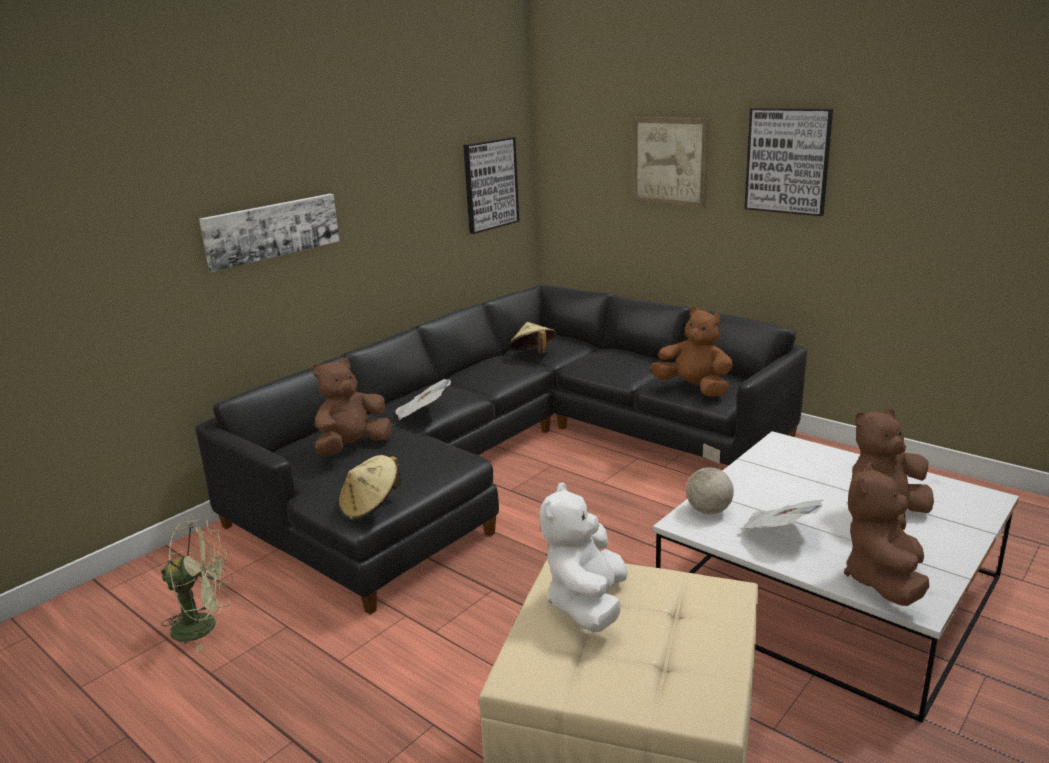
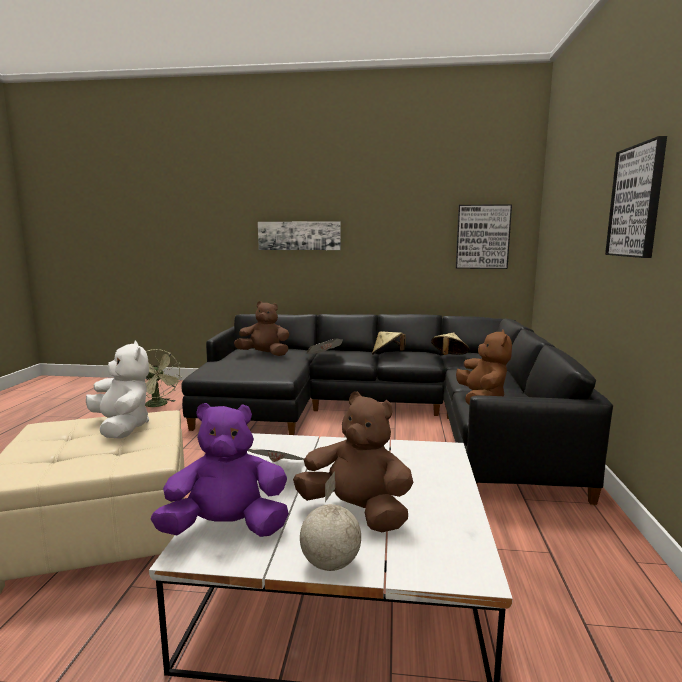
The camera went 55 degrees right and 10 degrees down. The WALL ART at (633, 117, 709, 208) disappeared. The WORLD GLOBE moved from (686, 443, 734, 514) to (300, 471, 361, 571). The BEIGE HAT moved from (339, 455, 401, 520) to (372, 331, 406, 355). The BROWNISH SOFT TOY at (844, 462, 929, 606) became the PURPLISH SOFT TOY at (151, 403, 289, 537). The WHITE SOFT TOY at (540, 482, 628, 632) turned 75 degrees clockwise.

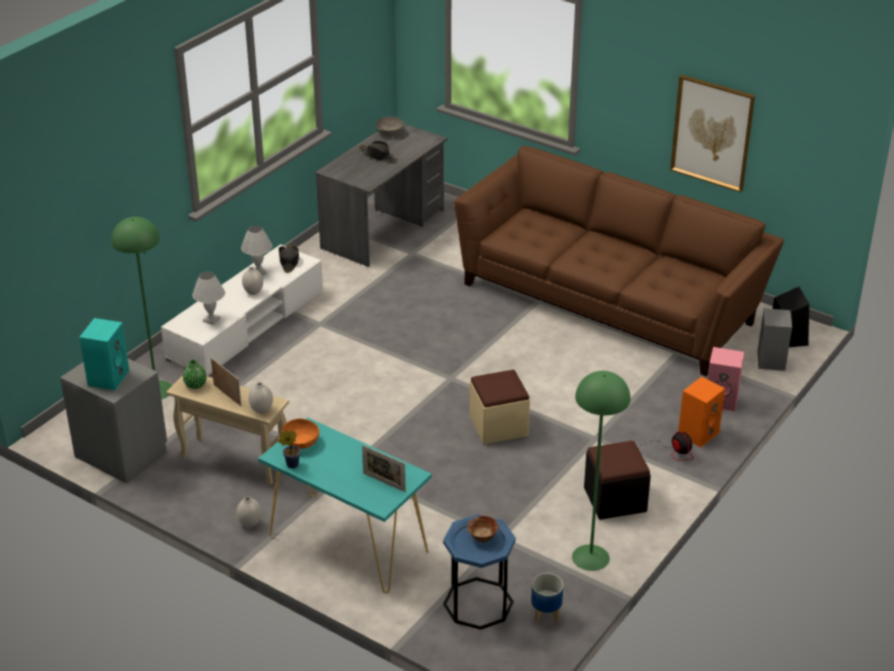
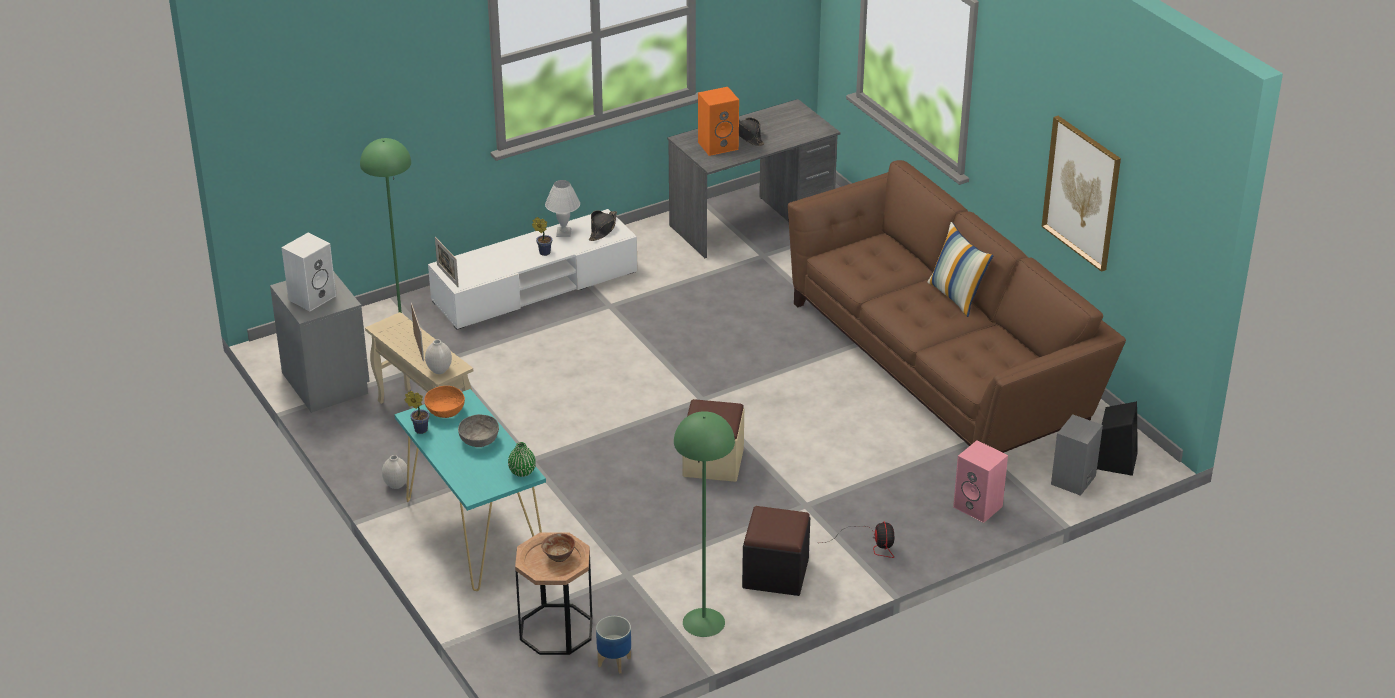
The camera went 25 degrees right and 0 degrees up. The GREYISH DEEP DISH moved from (376, 117, 404, 137) to (458, 414, 499, 447). The WHITE VASE at (242, 267, 263, 295) was replaced by the PLANT IN A POT at (532, 217, 552, 256). The WHITE TABLE LAMP at (192, 272, 225, 325) disappeared. The BLUE-GREEN SPEAKER at (79, 318, 129, 390) became the WHITE SPEAKER at (281, 232, 336, 311). The GREEN-COLOURED VASE moved from (183, 360, 207, 389) to (508, 442, 536, 477). The ORANGE SPEAKER moved from (678, 377, 725, 447) to (698, 87, 739, 156). The PICTURE FRAME moved from (362, 445, 406, 492) to (435, 237, 459, 287). The BLUE-COLOURED SIDE TABLE at (443, 514, 516, 630) became the BROWNISH SIDE TABLE at (515, 533, 593, 655). The PILLOW at (927, 222, 993, 317) appeared.

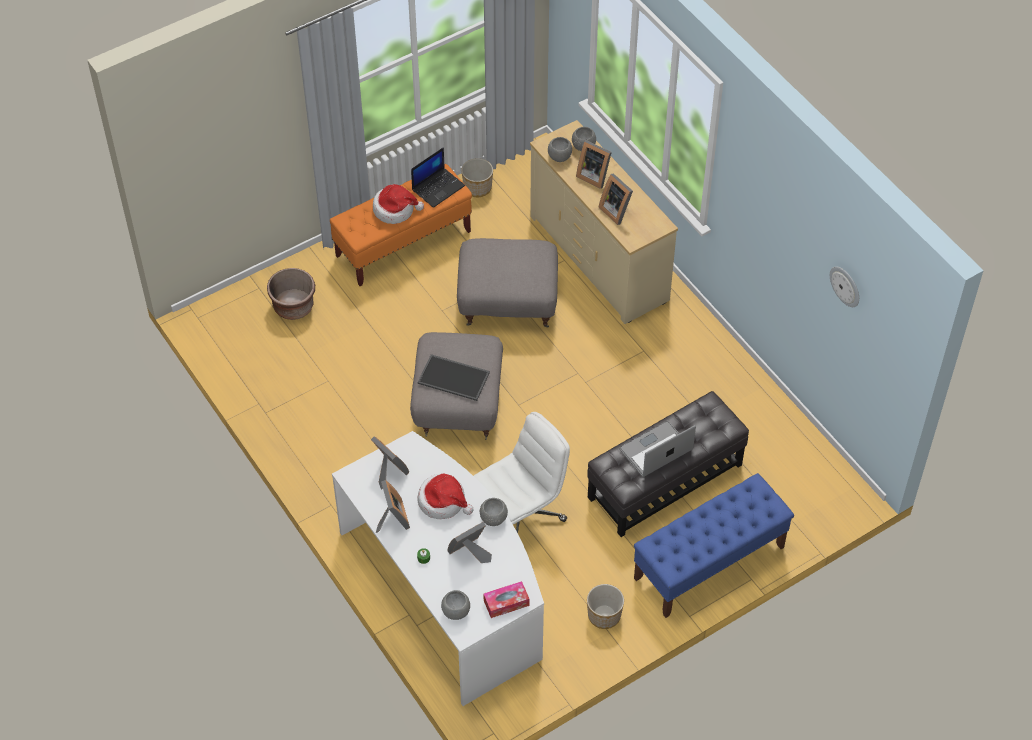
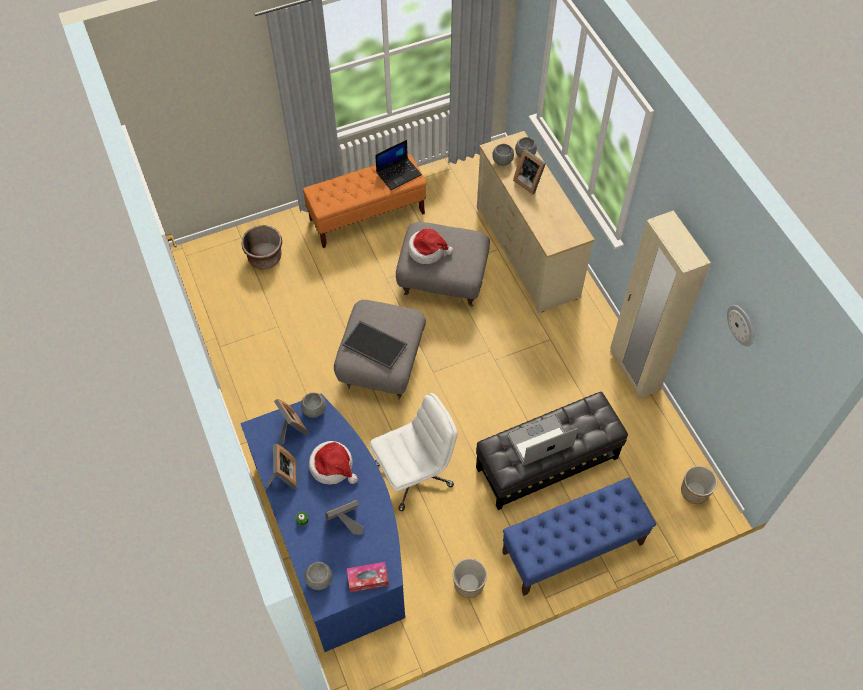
The camera went 10 degrees right and 5 degrees up. The PLANTER moved from (461, 158, 493, 197) to (681, 466, 717, 504). The PICTURE FRAME at (599, 173, 633, 225) disappeared. The HAT moved from (373, 184, 424, 224) to (408, 229, 453, 264). The WHITE DESK TABLE at (332, 431, 544, 706) became the BLUE-COLOURED DESK TABLE at (240, 393, 405, 652). The GREYISH DEEP DISH moved from (480, 498, 508, 526) to (301, 393, 326, 418). The BEIGE CLOTHES CUPBOARD at (610, 210, 711, 399) appeared.

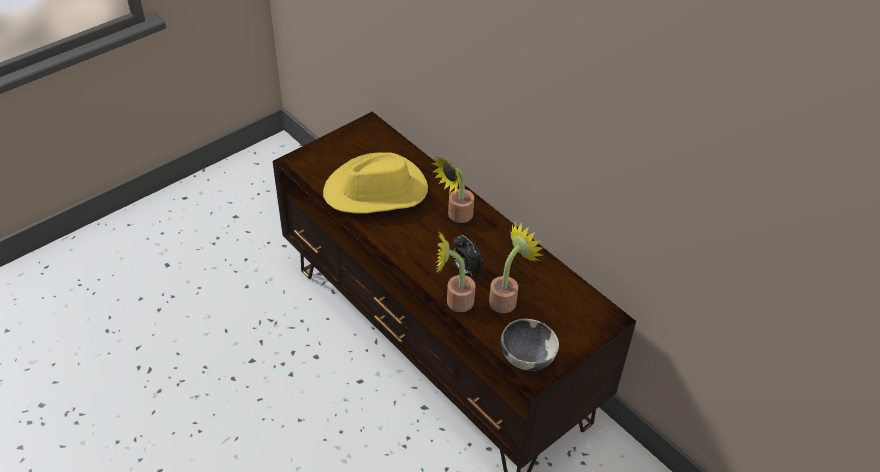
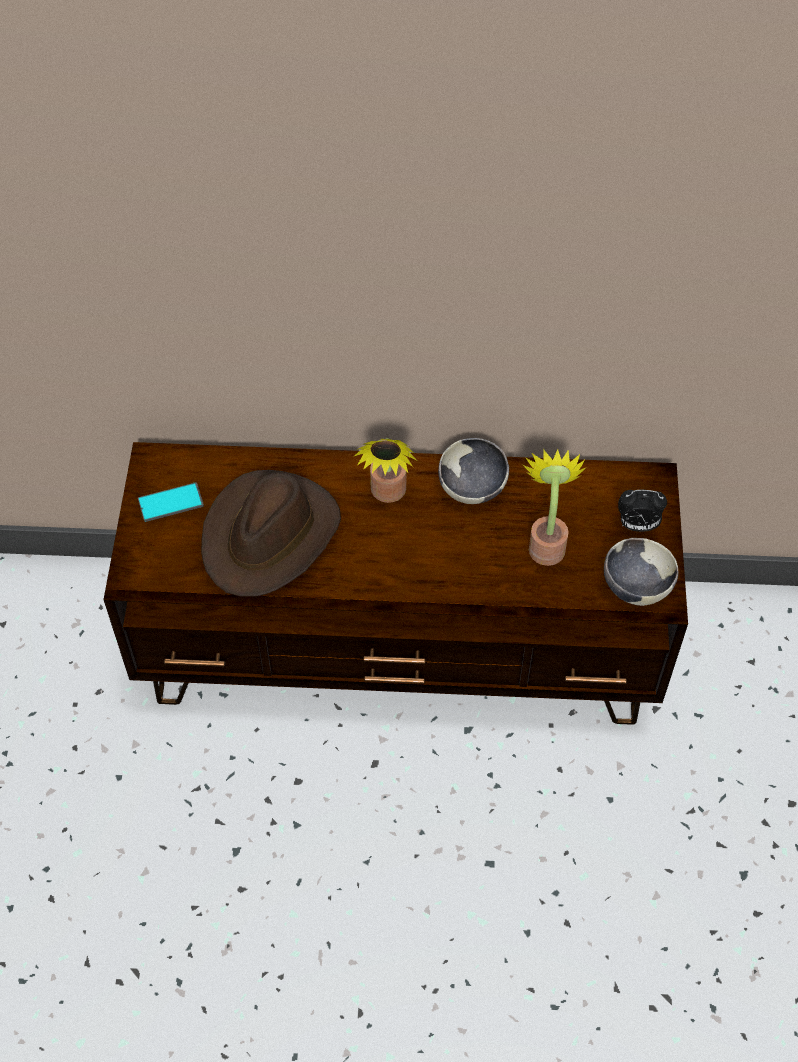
The camera went 45 degrees left and 10 degrees up. The YELLOW-COLOURED HAT at (323, 152, 428, 214) became the BROWNISH HAT at (201, 470, 341, 596). The PLANT IN A POT at (435, 231, 475, 312) disappeared. The ALARM CLOCK moved from (452, 235, 483, 276) to (618, 489, 667, 532). The DEEP DISH at (438, 438, 509, 504) appeared. The TELEPHONE at (138, 482, 204, 522) appeared.

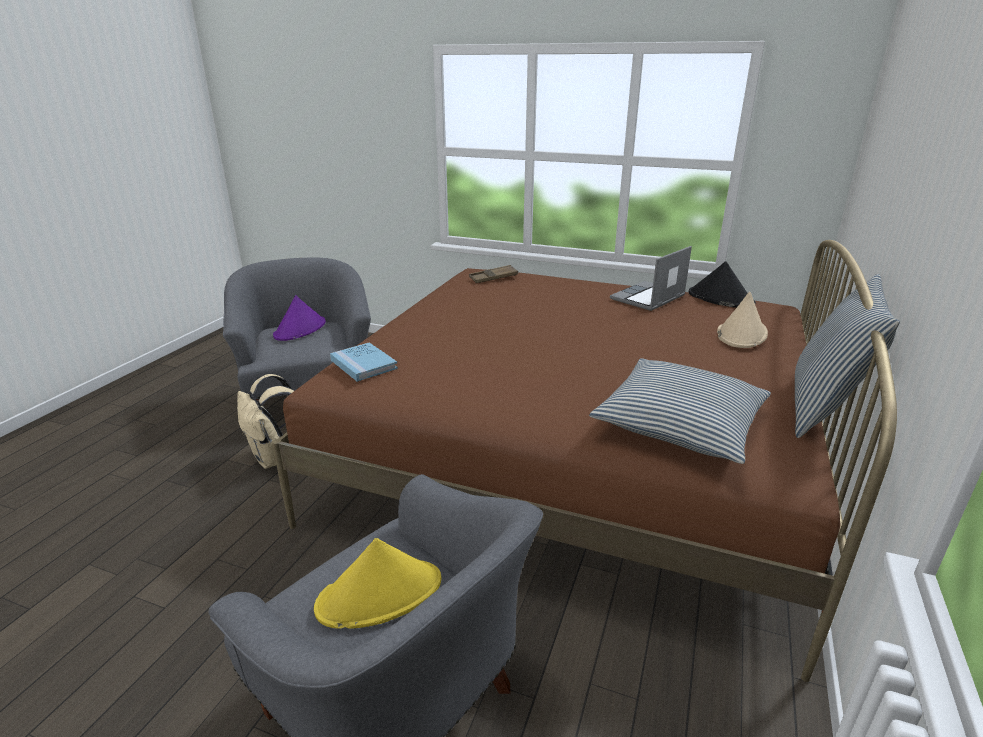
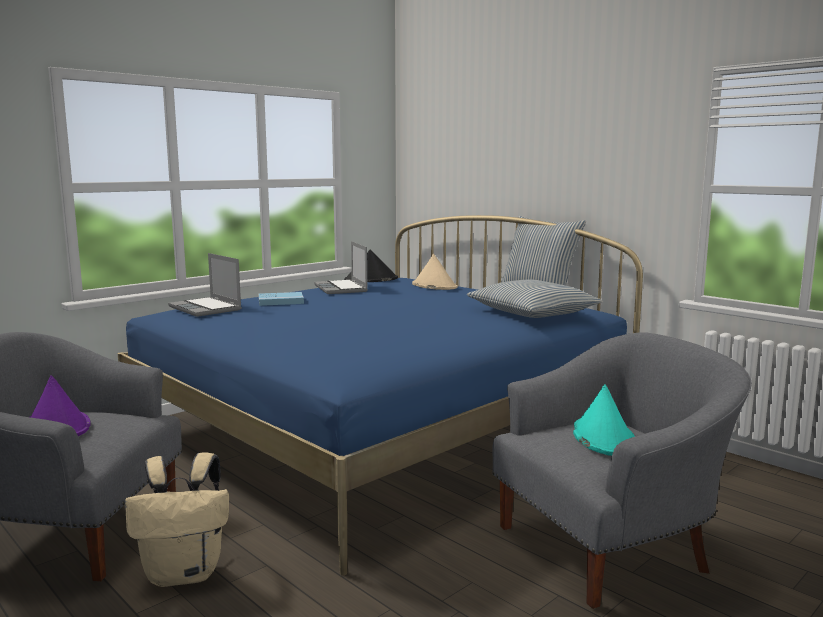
The camera went 65 degrees left and 15 degrees down. The BROWNISH BED at (272, 240, 897, 682) became the BLUE-COLOURED BED at (118, 215, 643, 576). The BROWNISH CARRYING TRAY at (469, 265, 518, 283) was replaced by the PORTABLE COMPUTER at (168, 253, 242, 317). The BLUE-COLOURED BOOK moved from (330, 342, 398, 382) to (259, 292, 304, 306). The YELLOW-COLOURED HAT at (314, 538, 441, 629) became the BLUE-GREEN HAT at (573, 384, 635, 456).

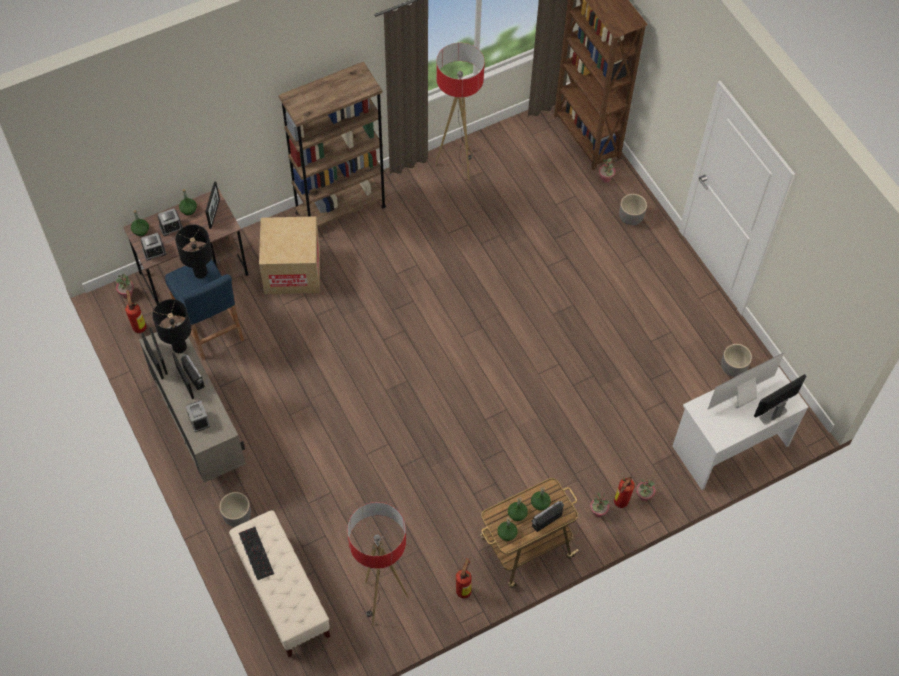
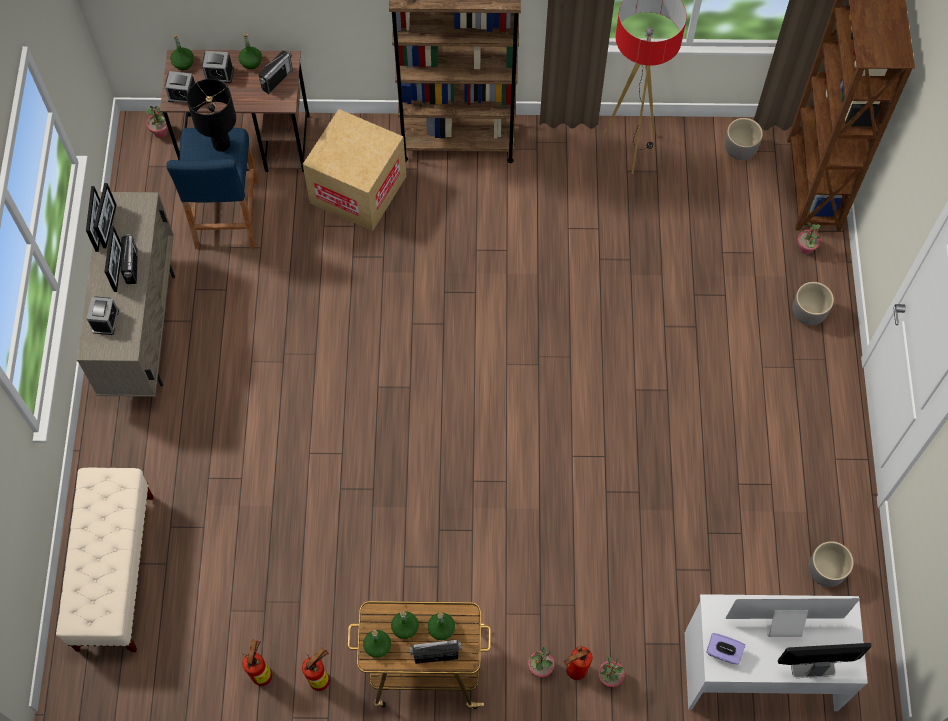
The camera went 30 degrees right and 5 degrees up. The PICTURE FRAME at (205, 182, 220, 229) was replaced by the RADIO SET at (259, 51, 293, 94). The FIRE-FIGHTING CYLINDER moved from (124, 290, 147, 333) to (242, 640, 272, 686). The BLACKISH TABLE LAMP at (152, 299, 192, 353) disappeared. The GREYISH PLANTER moved from (219, 492, 251, 527) to (725, 118, 763, 160). The STANDARD LAMP at (347, 502, 408, 625) disappeared. The KEYBOARD at (239, 527, 274, 580) disappeared. The PURPLISH TISSUE BOX at (707, 633, 745, 665) appeared.

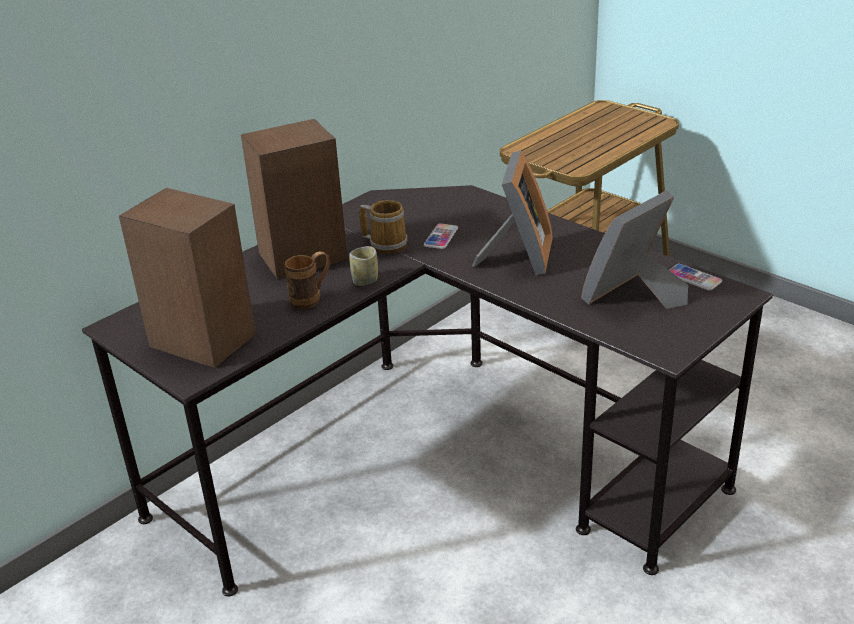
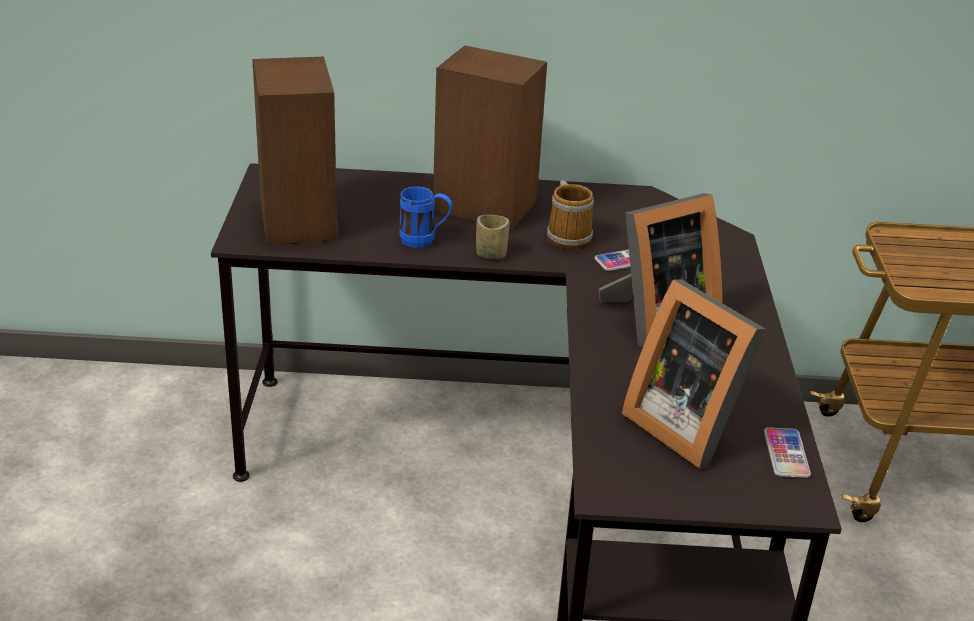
The camera went 45 degrees right and 0 degrees up. The PICTURE FRAME at (581, 190, 688, 309) turned 135 degrees counterclockwise. The BROWNISH COFFEE MUG at (285, 251, 330, 309) became the BLUE-COLOURED COFFEE MUG at (400, 187, 453, 248).

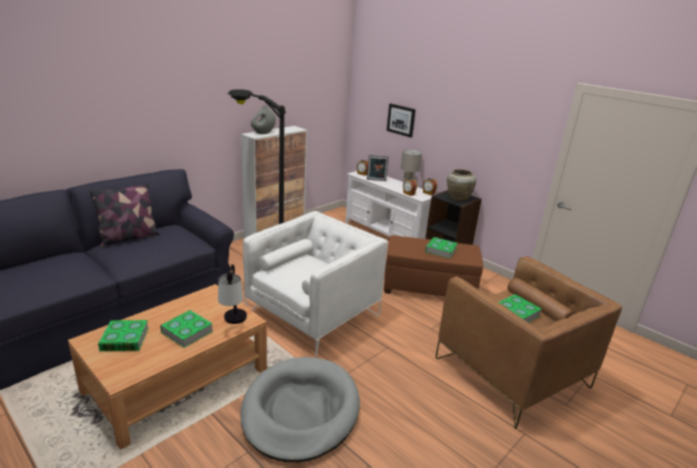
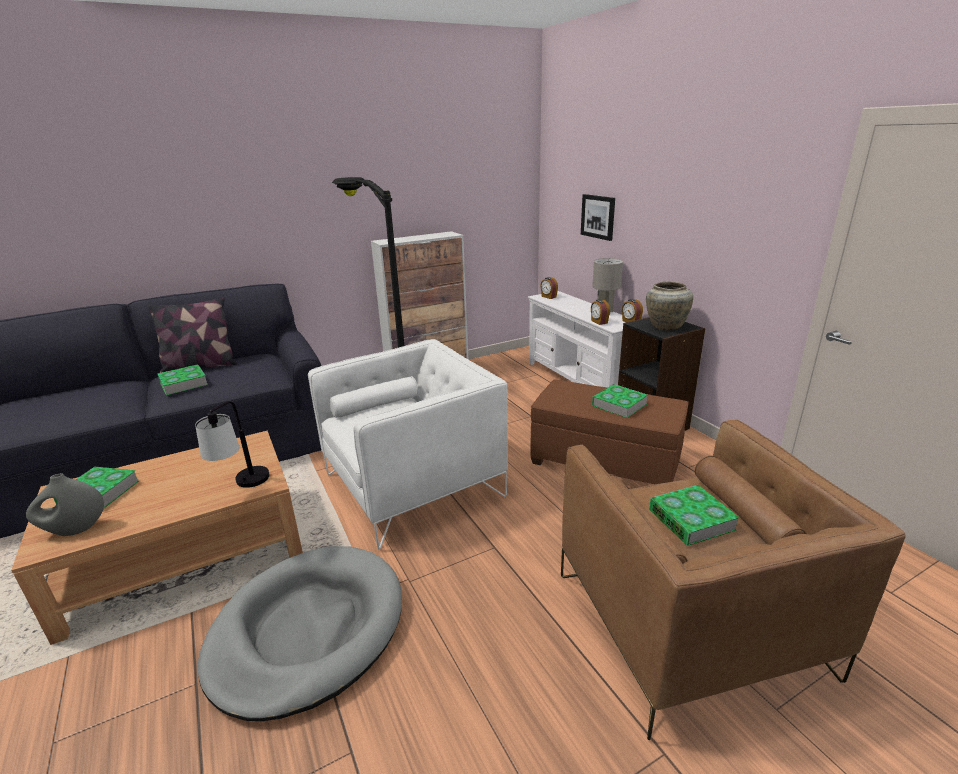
The camera went 20 degrees right and 0 degrees up. The GREYISH VASE moved from (251, 105, 276, 134) to (26, 473, 104, 536). The PICTURE FRAME at (367, 155, 389, 181) disappeared. The BOOK moved from (160, 310, 213, 348) to (157, 364, 208, 396).

